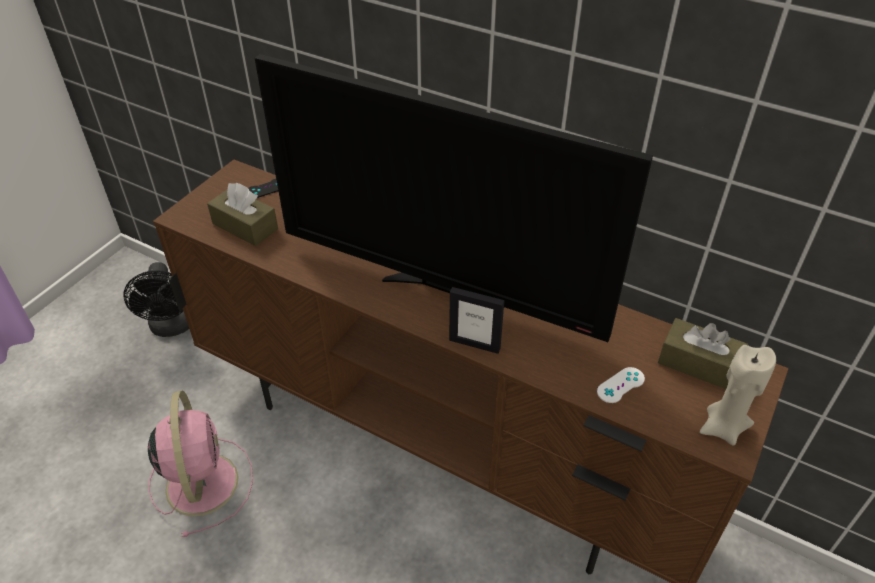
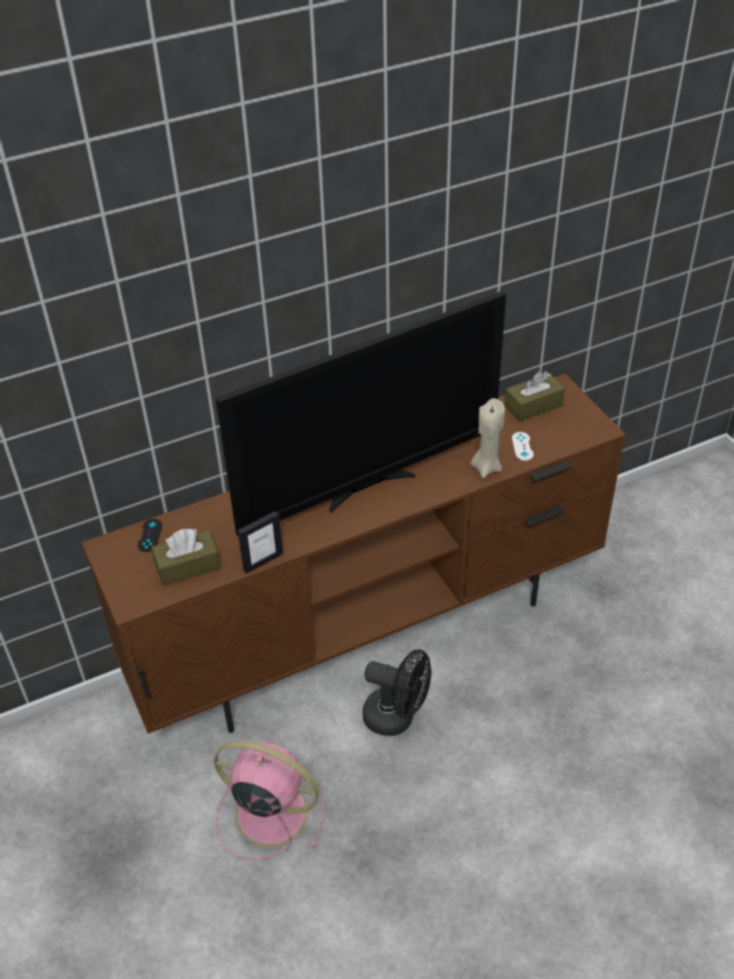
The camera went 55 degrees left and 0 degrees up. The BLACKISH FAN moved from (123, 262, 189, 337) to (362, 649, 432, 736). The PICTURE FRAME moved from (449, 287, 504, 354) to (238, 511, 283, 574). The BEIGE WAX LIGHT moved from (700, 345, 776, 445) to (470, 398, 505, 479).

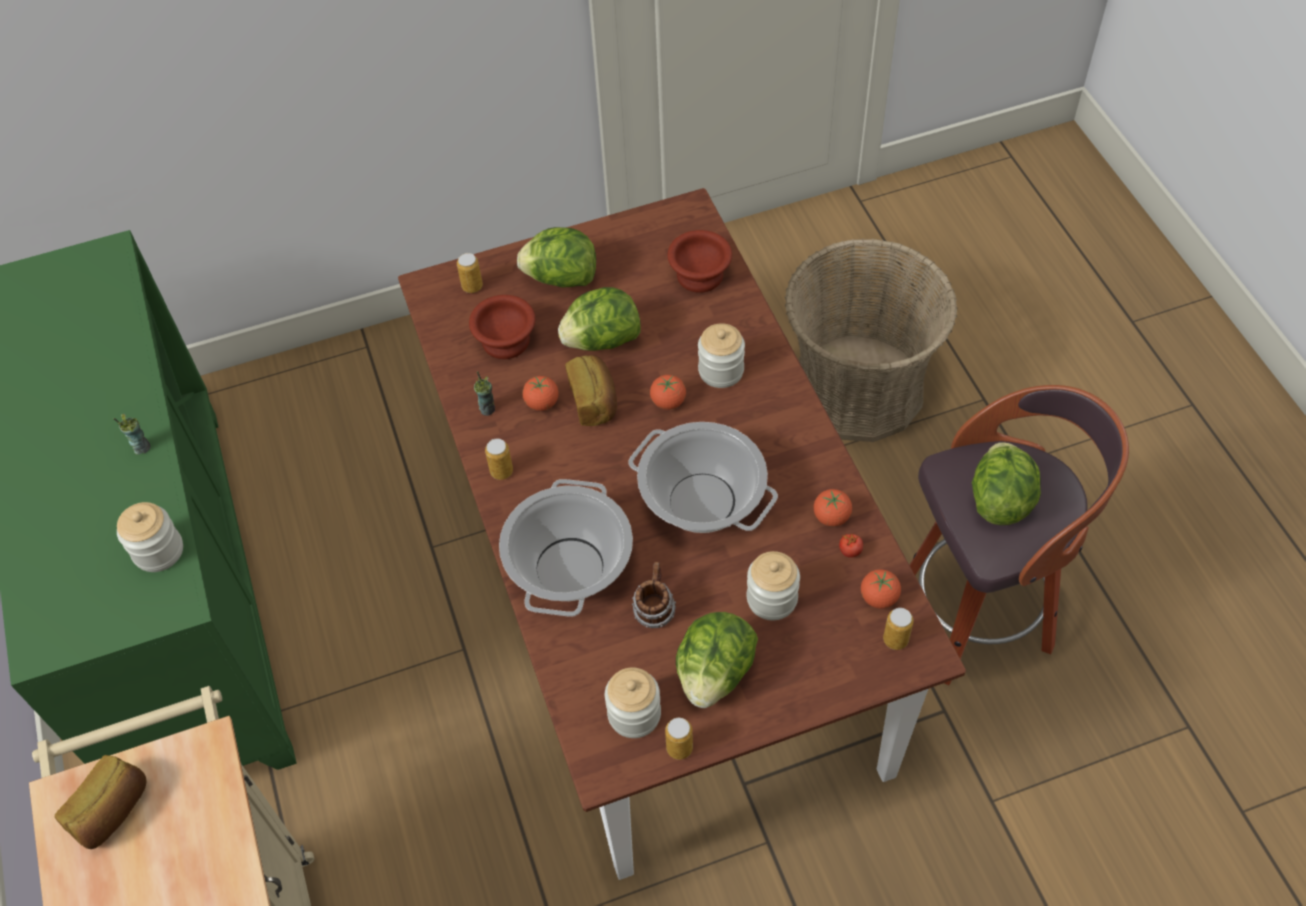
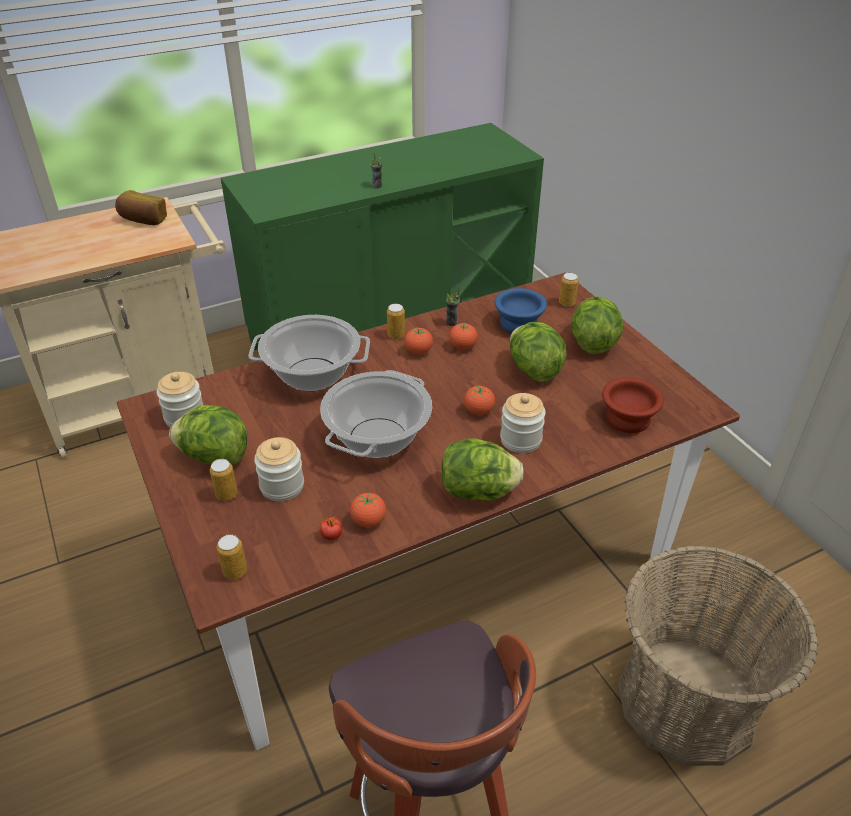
The camera went 80 degrees right and 15 degrees down. The BROWNISH DEEP DISH at (469, 295, 535, 359) became the BLUE-COLOURED DEEP DISH at (495, 288, 547, 333). The BAKERY BREAD at (565, 355, 617, 426) disappeared. The LETTUCE HEAD moved from (972, 442, 1041, 525) to (441, 438, 524, 501). The JAR at (117, 502, 183, 572) disappeared. The COFFEE MUG at (632, 562, 676, 628) disappeared. The TOMATO moved from (861, 569, 901, 609) to (404, 328, 433, 354). The SEALED CAN moved from (665, 718, 693, 760) to (210, 459, 238, 501).

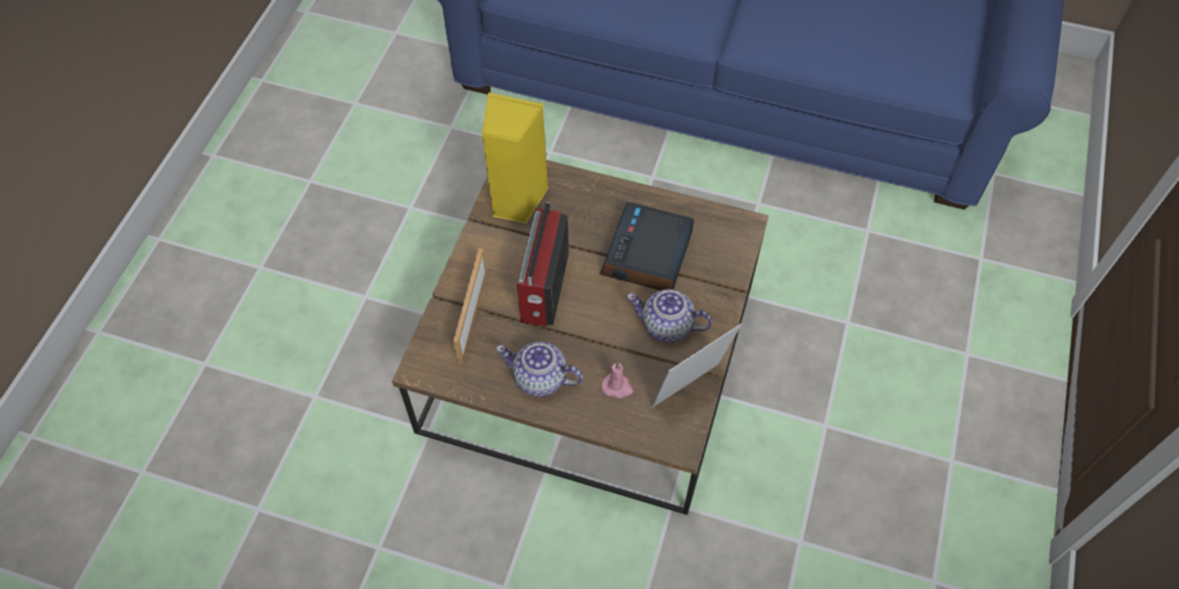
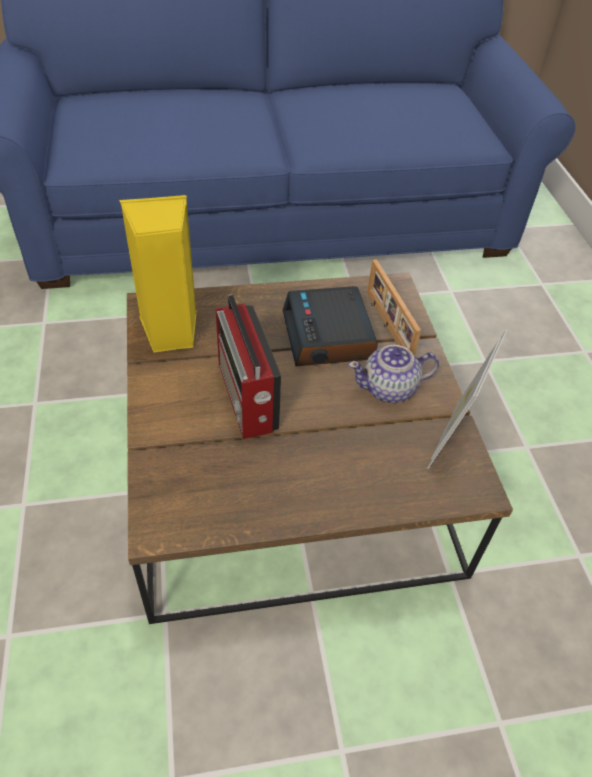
The camera went 30 degrees left and 10 degrees down. The PICTURE FRAME moved from (453, 248, 487, 364) to (367, 259, 421, 355). The POT FOR TEA at (496, 341, 583, 397) disappeared. The PINK WAX LIGHT at (601, 362, 633, 398) disappeared.

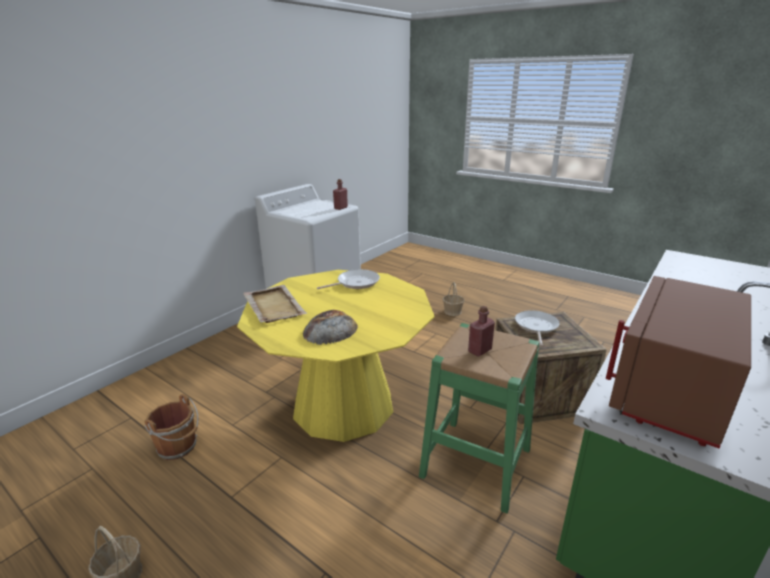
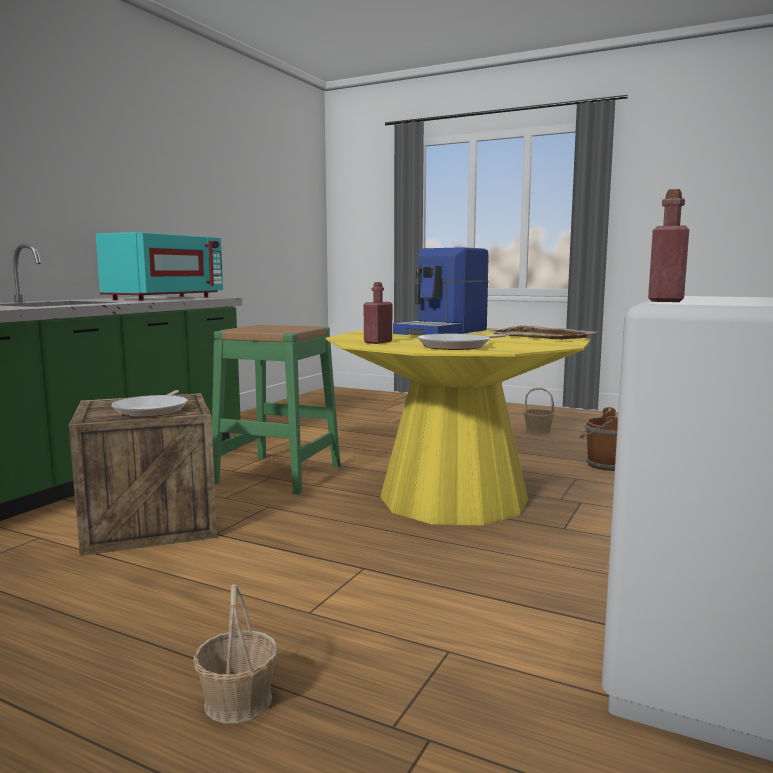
The camera went 170 degrees right and 15 degrees down. The BROWNISH KITCHEN MICROWAVE at (606, 276, 751, 448) became the BLUE-GREEN KITCHEN MICROWAVE at (96, 232, 223, 301). The RED BOTTLE moved from (468, 306, 495, 357) to (363, 282, 393, 344). The BAKERY BREAD at (303, 310, 358, 345) was replaced by the COFFEE MAKER at (393, 247, 489, 335).

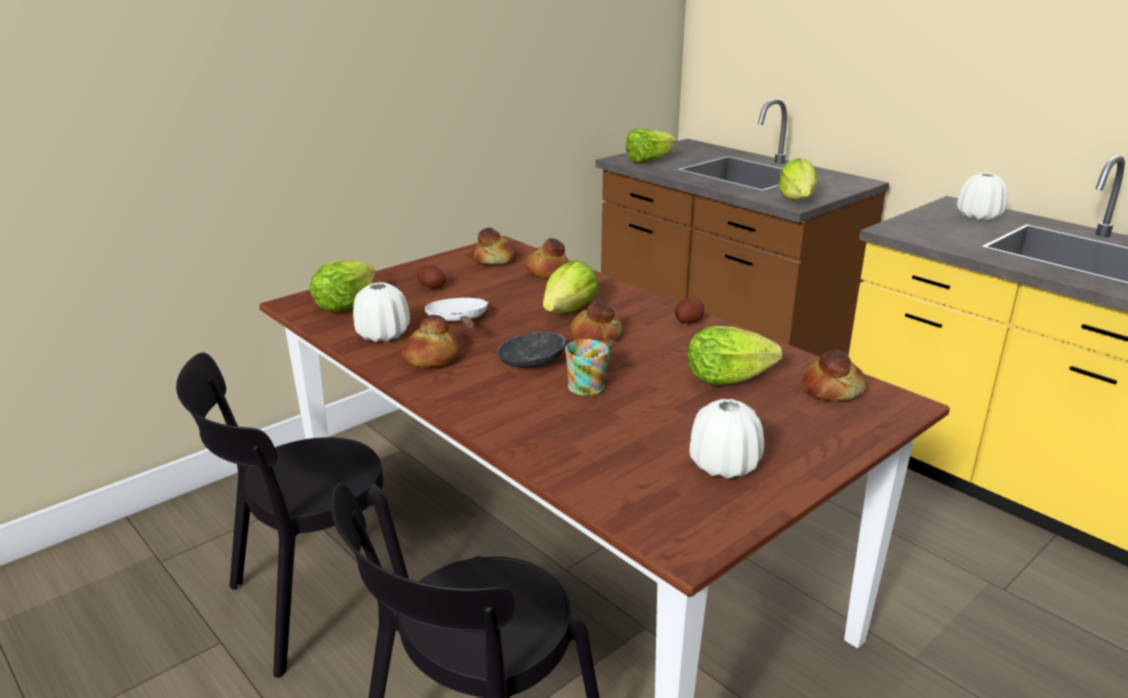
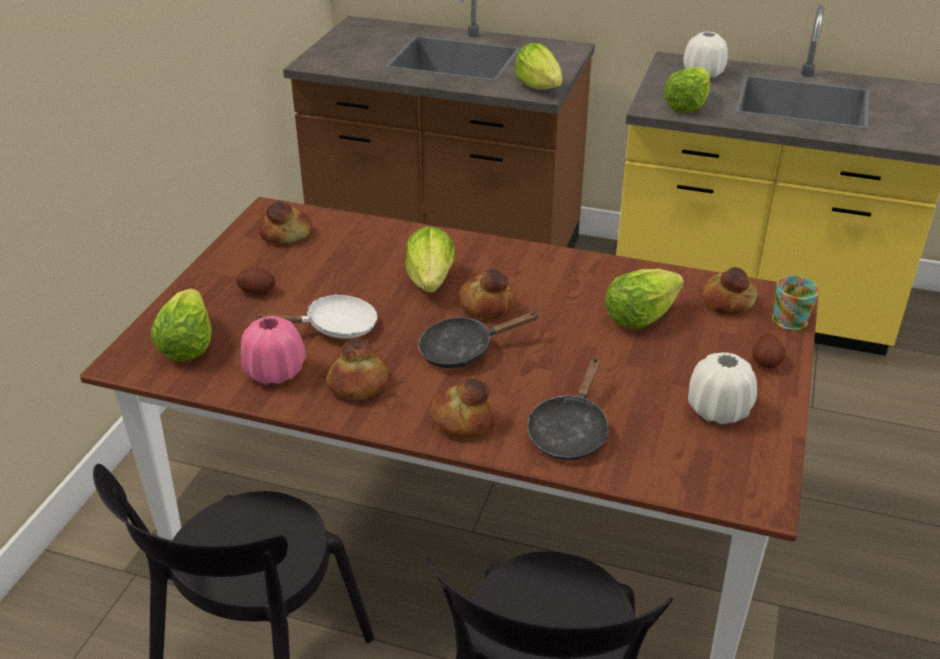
The camera went 30 degrees left and 10 degrees up. The LETTUCE HEAD moved from (626, 128, 676, 163) to (663, 67, 710, 113). The BAKERY BREAD moved from (525, 238, 569, 278) to (430, 379, 495, 439). The WHITE VASE at (353, 282, 410, 342) became the PINK VASE at (241, 316, 306, 385). The WHITE FRYING PAN at (424, 298, 488, 329) turned 120 degrees clockwise. The WHOLE POTATO moved from (675, 298, 704, 323) to (752, 333, 786, 369). The COFFEE MUG moved from (565, 339, 610, 396) to (772, 276, 819, 331). The BLACKISH FRYING PAN at (527, 357, 609, 460) appeared.

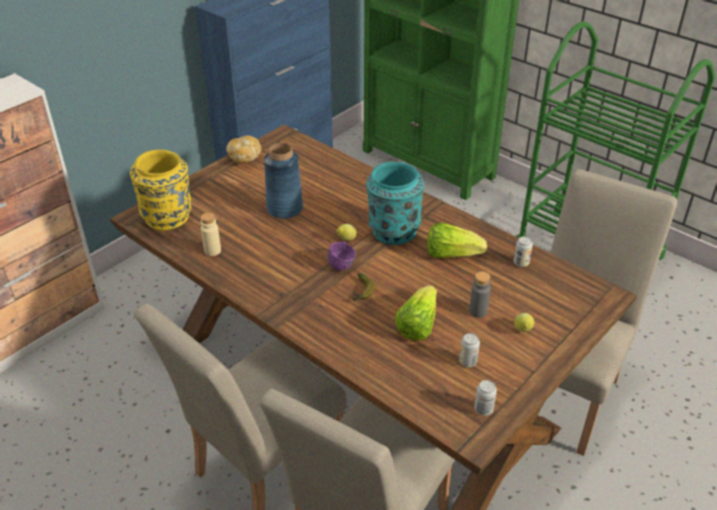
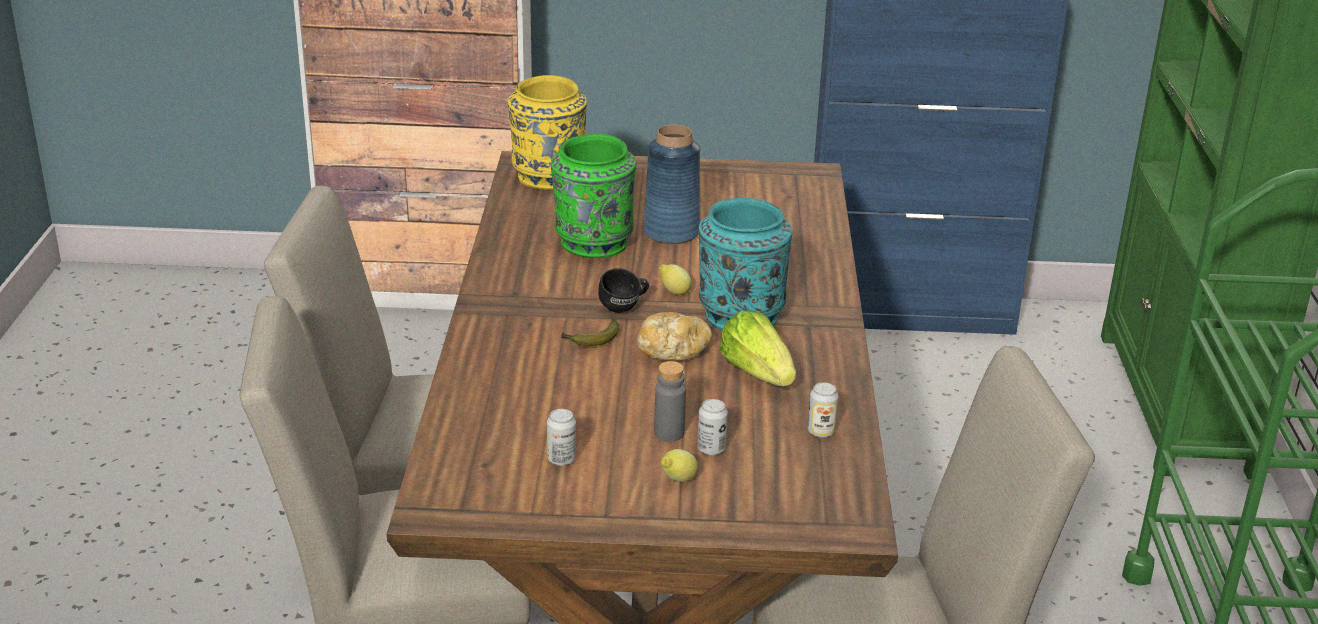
The camera went 50 degrees right and 10 degrees down. The BAKERY BREAD moved from (226, 135, 262, 163) to (637, 312, 712, 360). The BEIGE BOTTLE at (201, 213, 221, 256) disappeared. The PURPLISH COFFEE MUG at (327, 241, 356, 271) became the BLACKISH COFFEE MUG at (598, 268, 649, 313). The LETTUCE HEAD at (395, 285, 437, 341) disappeared. The SEALED CAN moved from (474, 380, 497, 416) to (697, 399, 728, 455). The GREEN-COLOURED VASE at (551, 134, 636, 258) appeared.

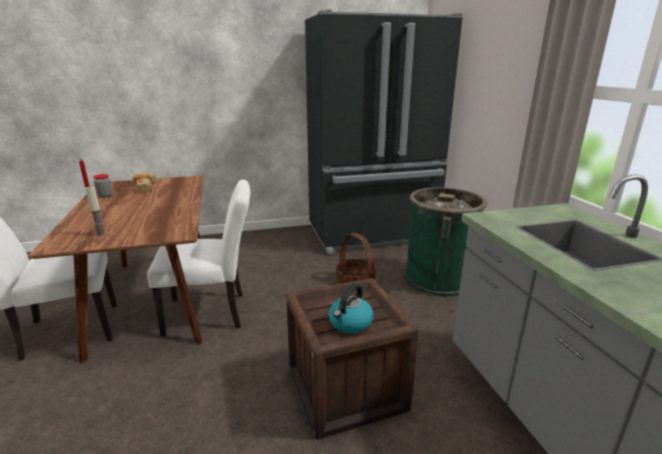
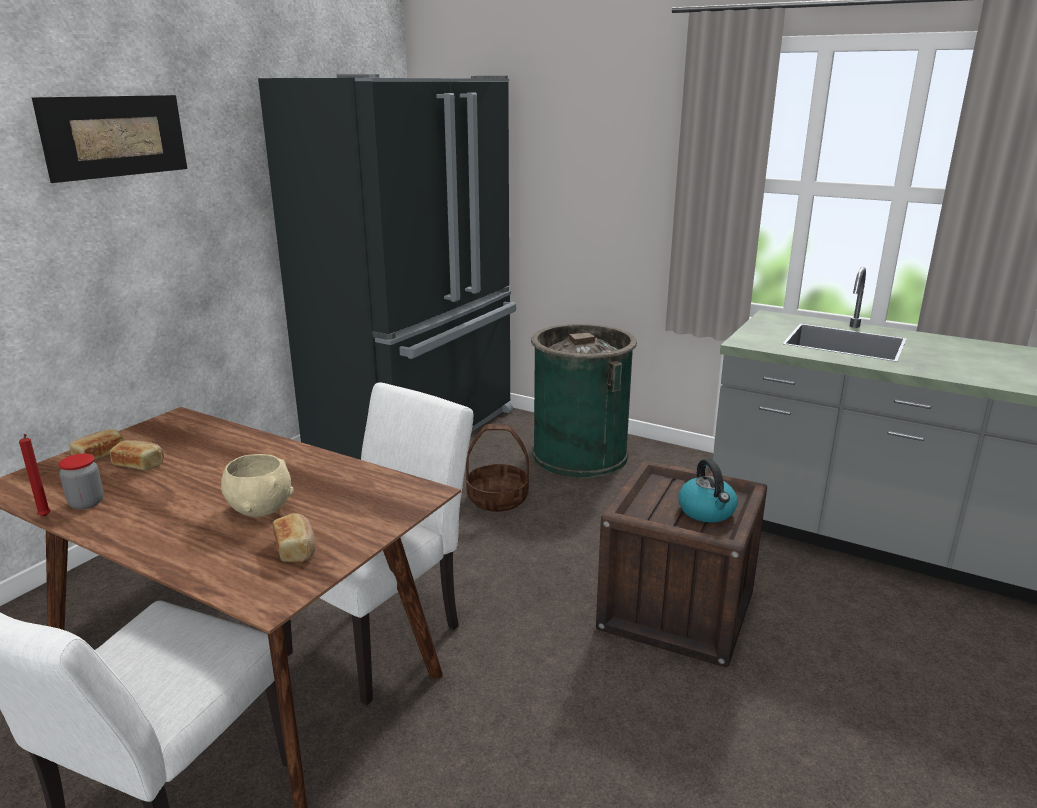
The camera went 45 degrees left and 0 degrees up. The WAX LIGHT at (85, 186, 106, 236) was replaced by the BAKERY BREAD at (273, 513, 316, 562). The WALL ART at (31, 95, 187, 183) appeared. The BEIGE DEEP DISH at (221, 454, 294, 517) appeared.

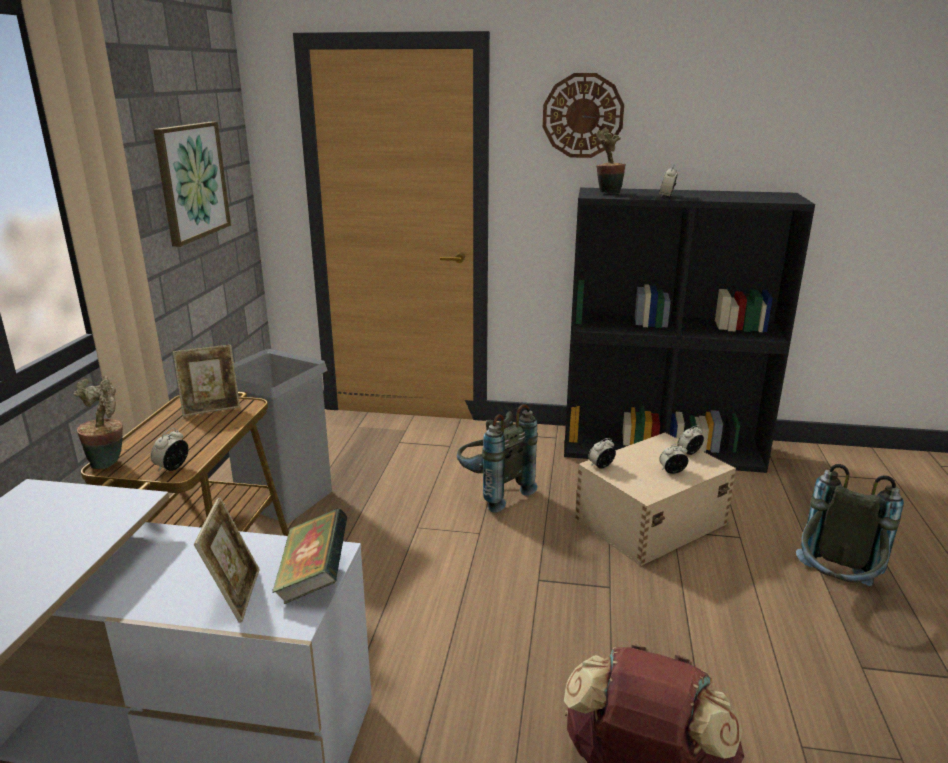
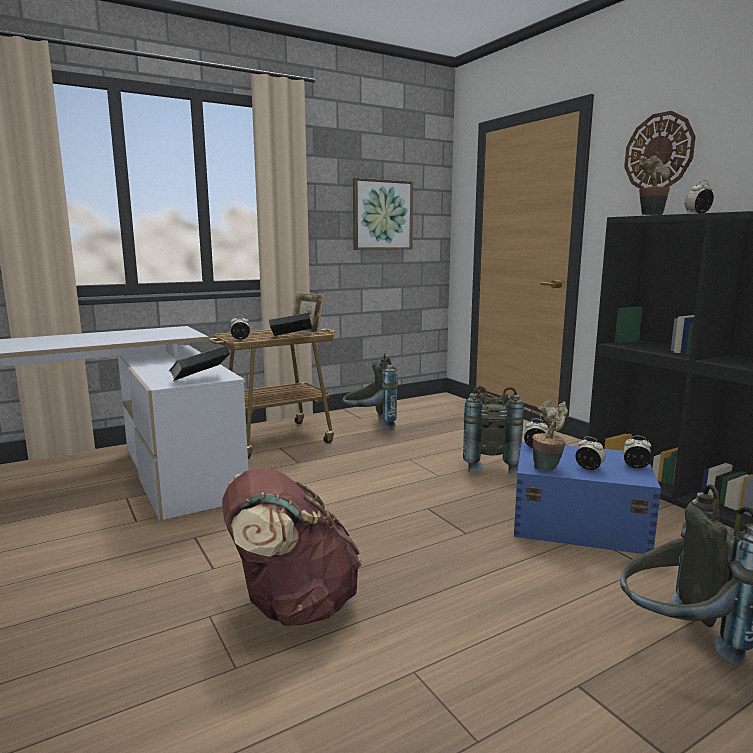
The camera went 50 degrees right and 10 degrees down. The GREYISH TRASH CAN at (229, 349, 332, 523) was replaced by the GREYISH KNAPSACK at (343, 353, 398, 430). The PLANT IN A POT moved from (74, 376, 123, 469) to (532, 400, 568, 471). The BEIGE STORAGE BOX at (575, 433, 736, 566) became the BLUE-COLOURED STORAGE BOX at (514, 441, 661, 554). The PICTURE FRAME at (194, 497, 260, 623) disappeared. The BOOK at (269, 313, 312, 336) appeared.

